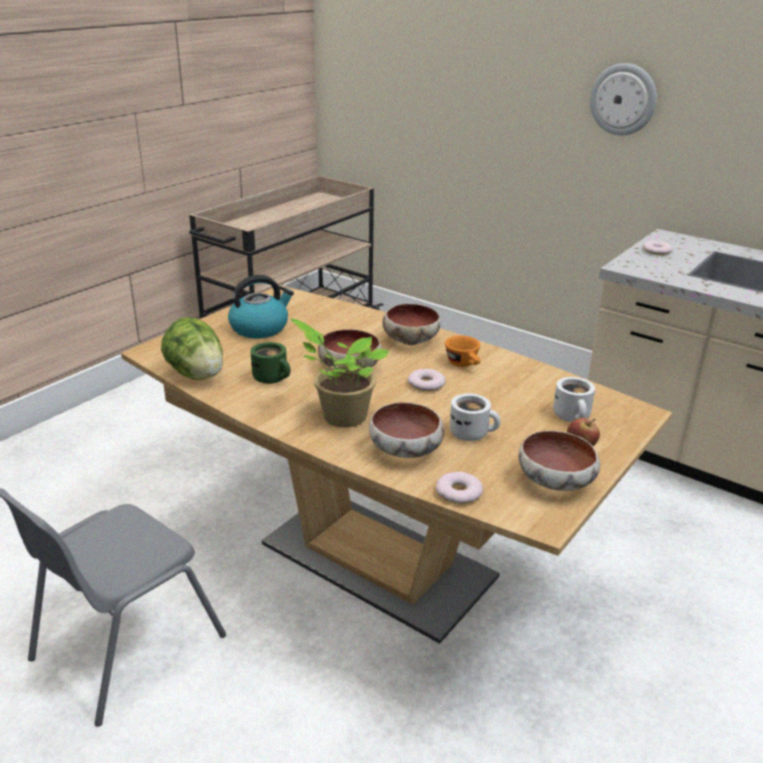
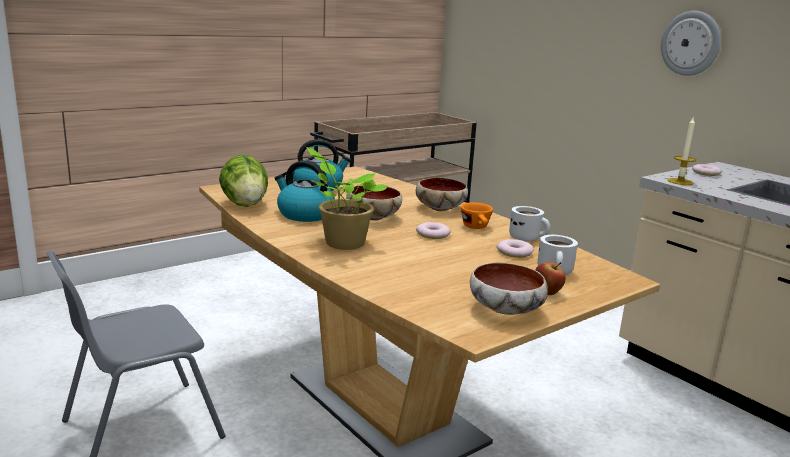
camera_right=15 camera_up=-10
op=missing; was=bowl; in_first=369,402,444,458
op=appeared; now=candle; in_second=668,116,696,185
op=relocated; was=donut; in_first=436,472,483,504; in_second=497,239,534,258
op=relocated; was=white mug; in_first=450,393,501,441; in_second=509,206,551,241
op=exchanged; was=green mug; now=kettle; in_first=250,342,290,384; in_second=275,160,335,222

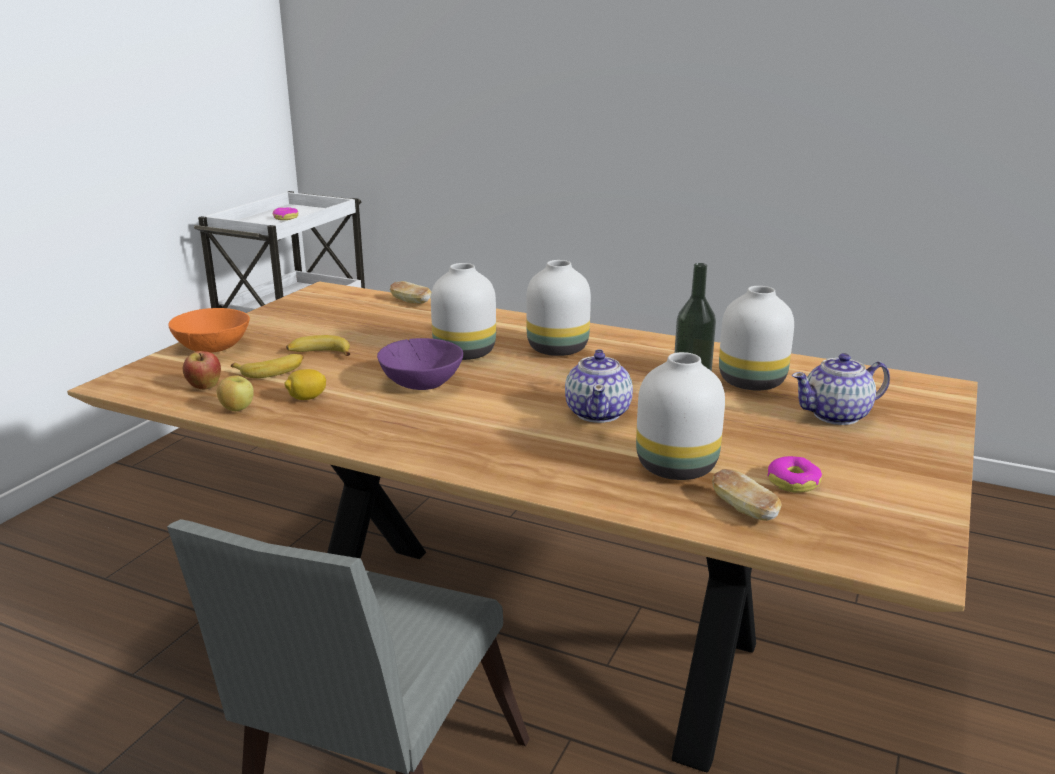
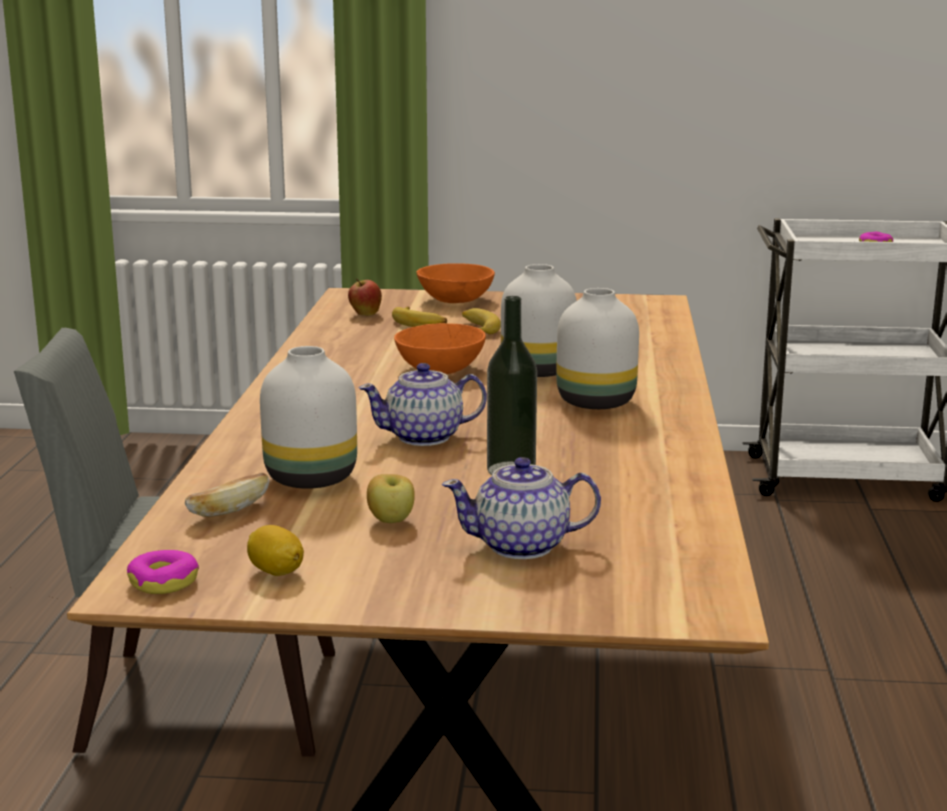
camera_right=70 camera_up=-5
op=missing; was=bread; in_first=390,281,431,304
op=missing; was=white vase; in_first=719,286,794,390
op=relocated; was=apple; in_first=217,375,254,411; in_second=367,474,415,523
op=relocated; was=lemon; in_first=284,369,326,400; in_second=247,525,304,576
op=relocated; was=donut; in_first=767,456,822,493; in_second=127,550,199,594
op=colour; was=purple bowl; now=orange bowl; in_first=377,338,463,390; in_second=394,323,486,374
op=spun; was=teapot; in_first=792,353,890,425; in_second=442,457,601,559; clockwise=-60

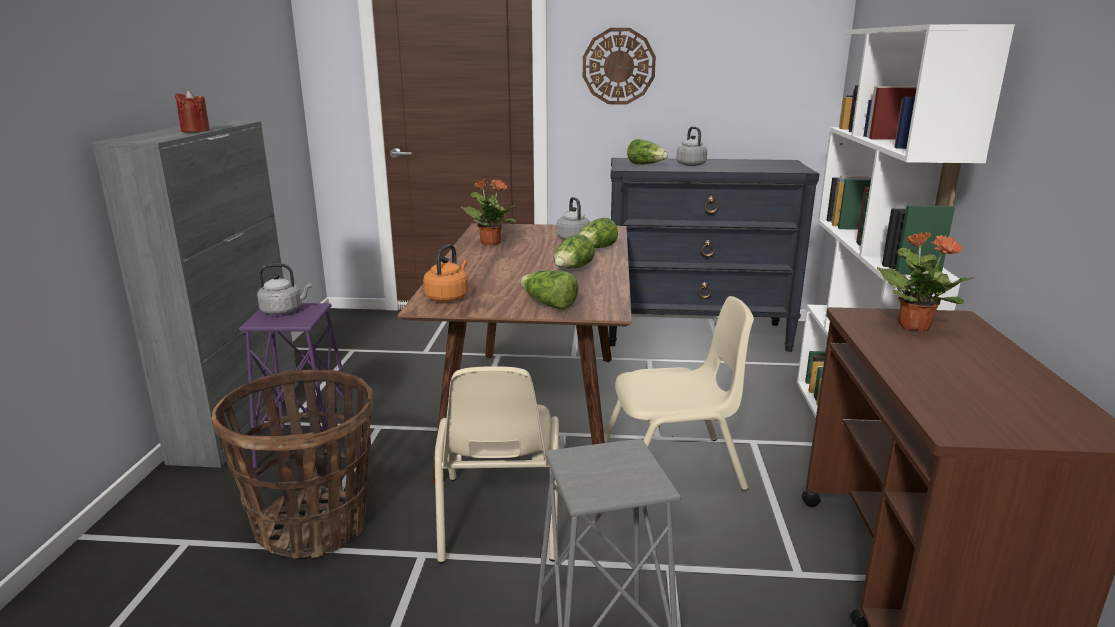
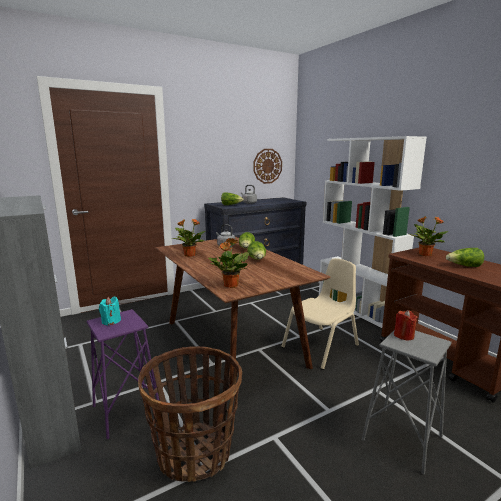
camera_right=-35 camera_up=-5
op=missing; was=beige chair; in_first=435,366,559,563
op=relocated; was=red candle; in_first=175,90,210,133; in_second=394,310,418,340
op=relocated; was=lettuce; in_first=520,270,578,310; in_second=446,248,484,267
op=relocated; was=wall clock; in_first=583,28,656,104; in_second=253,149,282,184
op=exchanged; was=grey kettle; now=turquoise candle; in_first=257,263,312,315; in_second=99,297,121,326
op=exchanged; was=orange kettle; now=potted plant; in_first=423,244,468,302; in_second=208,238,249,288

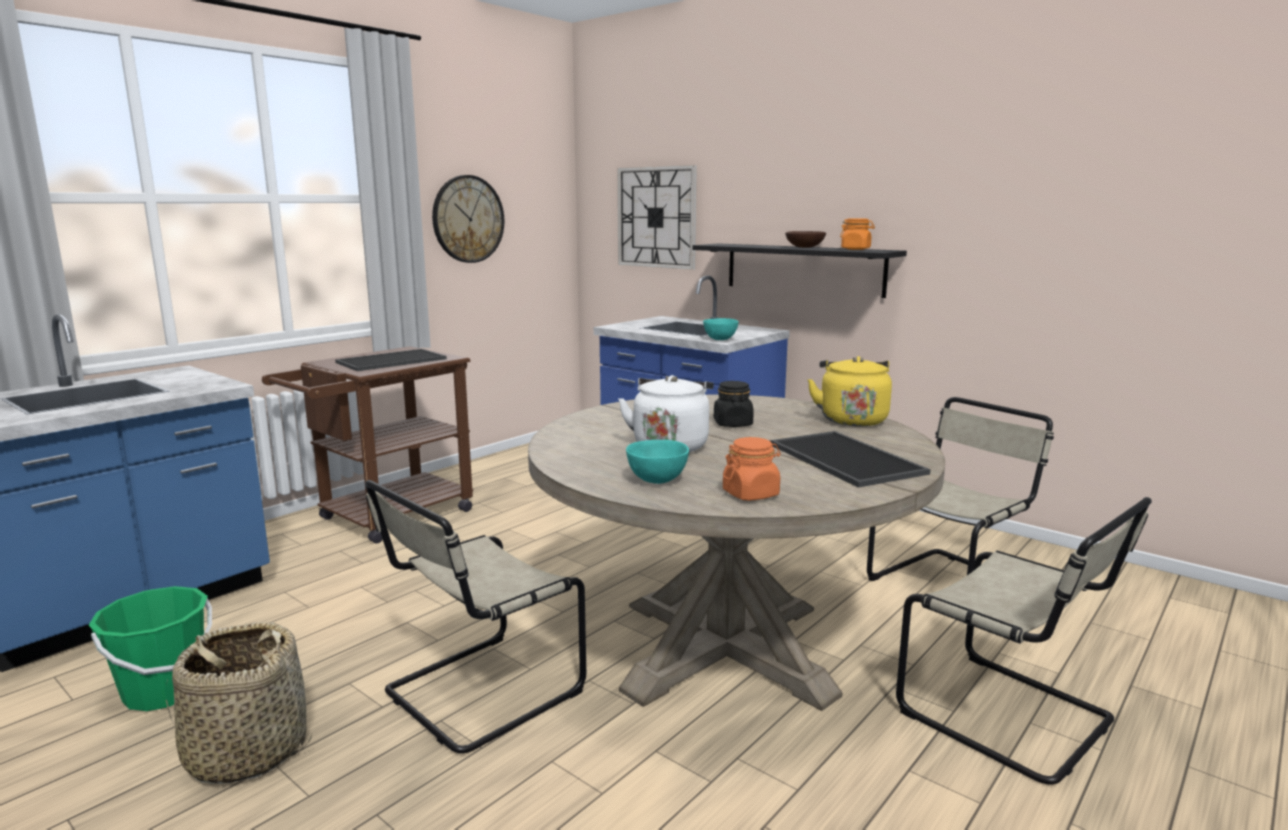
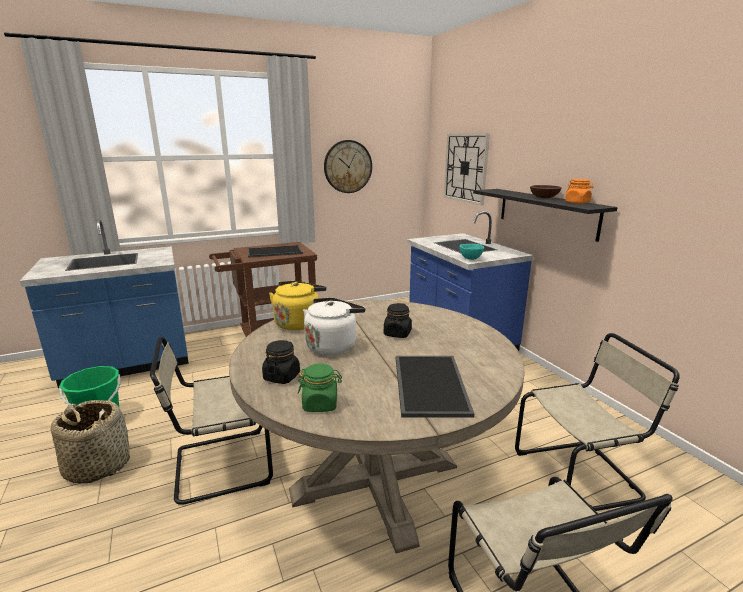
camera_right=25 camera_up=5
op=relocated; was=yellow kettle; in_first=807,356,892,426; in_second=269,281,326,330
op=exchanged; was=turquoise bowl; now=black jar; in_first=626,440,689,484; in_second=262,340,300,384
op=colour; was=orange jar; now=green jar; in_first=723,437,781,501; in_second=298,363,342,412

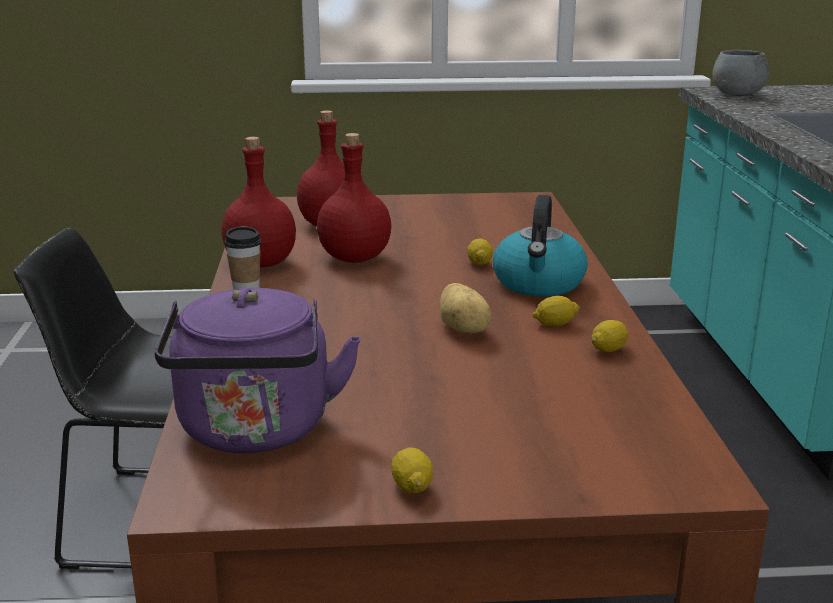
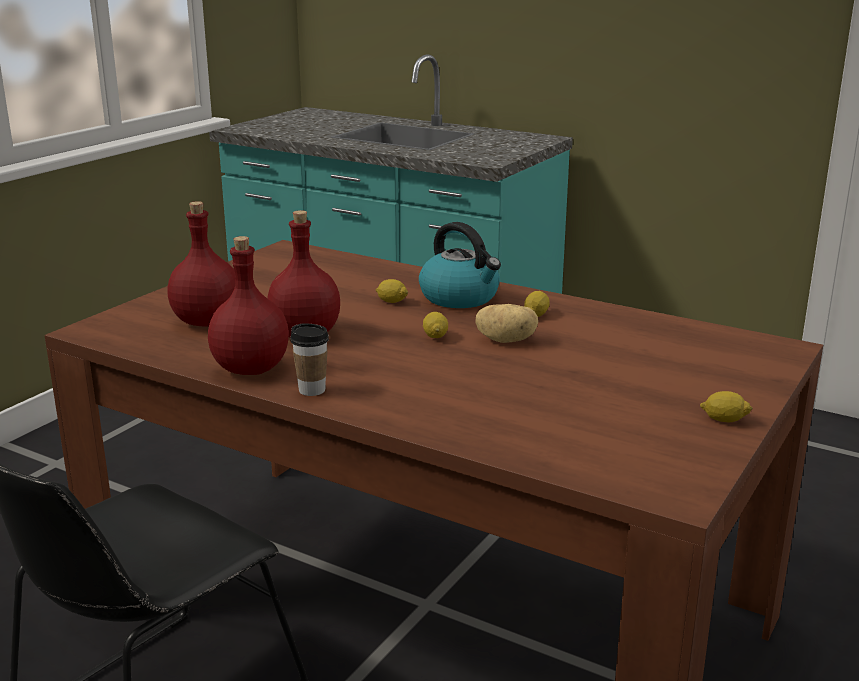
camera_right=-55 camera_up=0
op=missing; was=purple kettle; in_first=155,288,361,453
op=missing; was=grey bowl; in_first=712,50,769,96
op=relocated; was=lemon; in_first=591,320,628,352; in_second=423,312,448,338

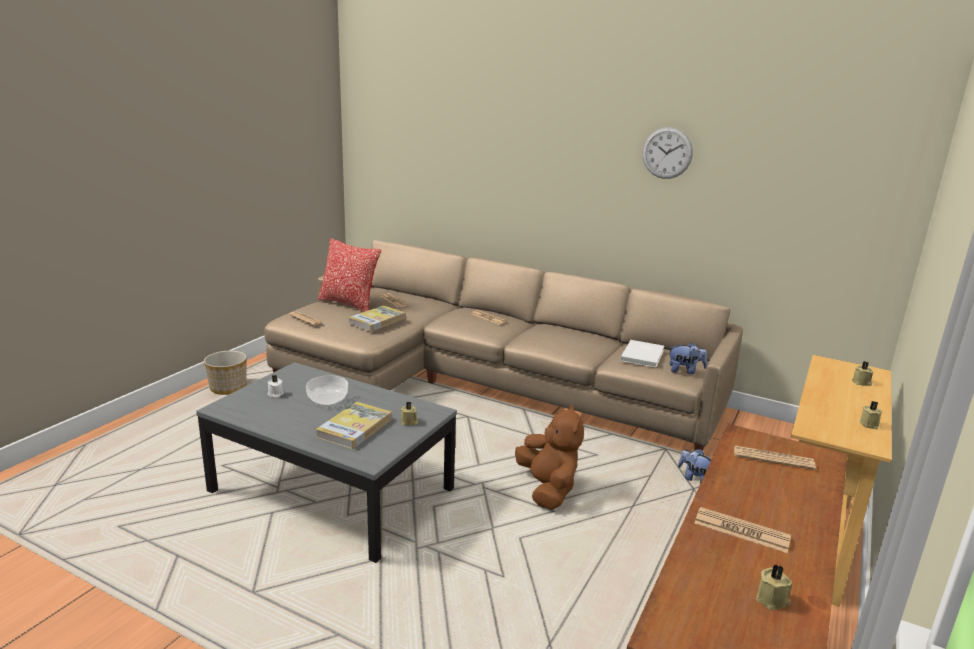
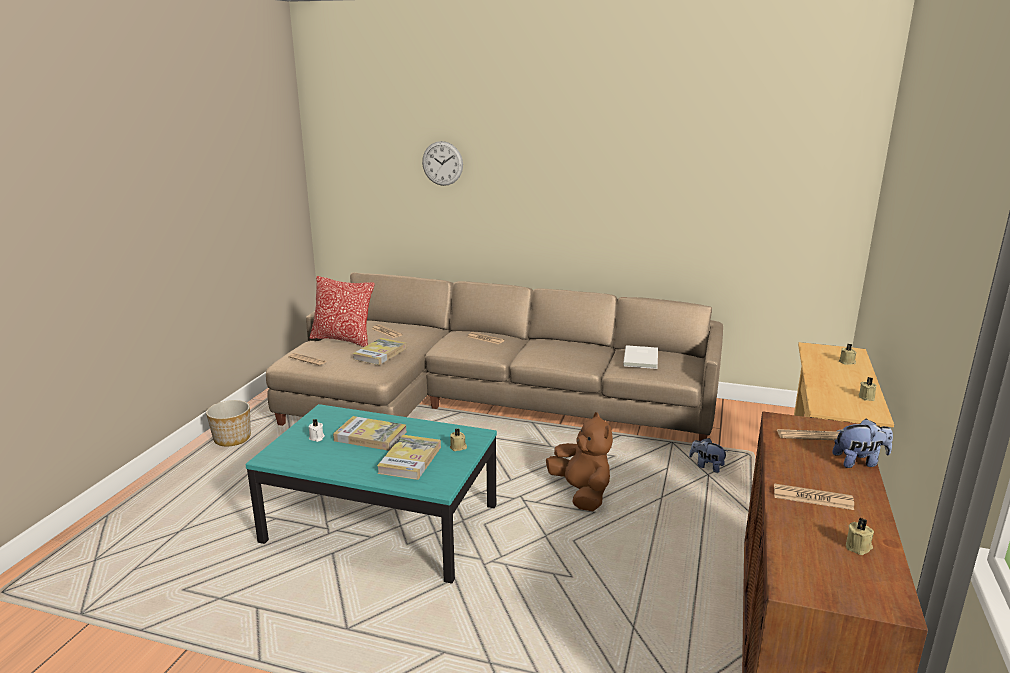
camera_right=-10 camera_up=0
op=relocated; was=wall clock; in_first=642,127,693,179; in_second=422,141,463,186
op=relocated; was=plush toy; in_first=668,342,707,374; in_second=832,419,893,468
op=exchanged; was=bowl; now=book; in_first=306,375,348,407; in_second=333,416,406,451
op=colour; was=grey coffee table; now=turquoise coffee table; in_first=196,362,457,563; in_second=245,404,497,584

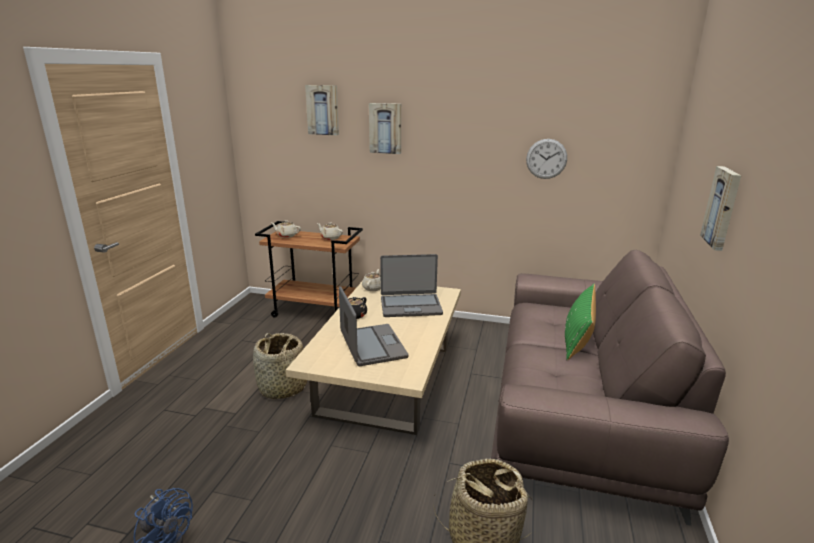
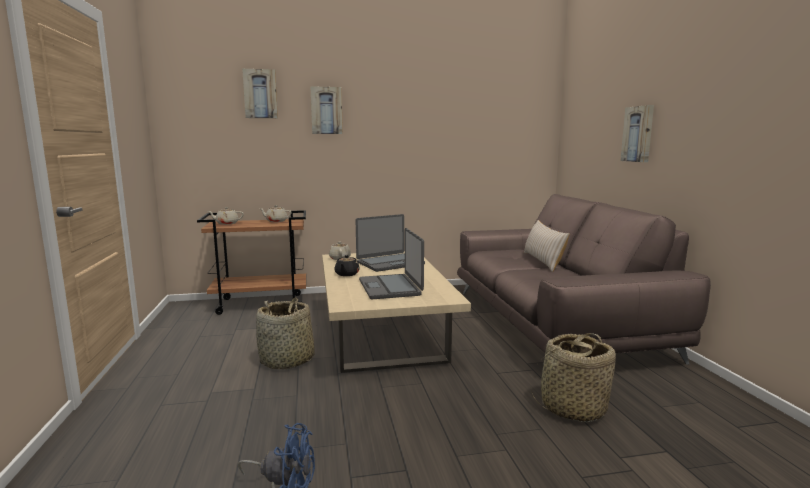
camera_right=-25 camera_up=-10
op=missing; was=wall clock; in_first=526,139,567,179
op=colour; was=green pillow; now=beige pillow; in_first=565,283,596,361; in_second=524,220,570,272
op=spun; was=laptop; in_first=339,286,409,366; in_second=359,228,424,299; clockwise=-150

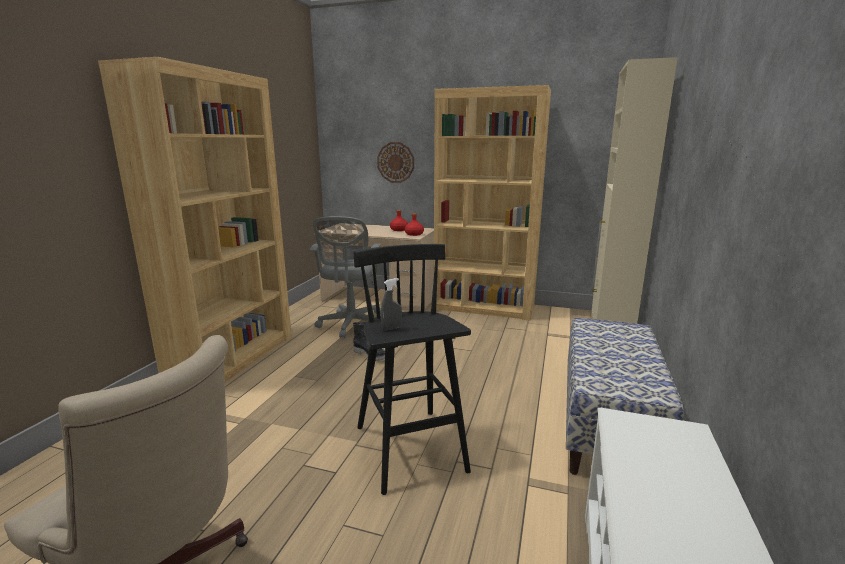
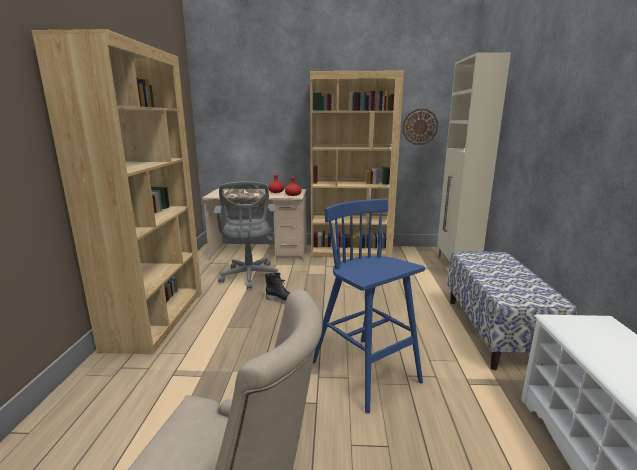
camera_right=-15 camera_up=0
op=missing; was=grey spray bottle; in_first=381,278,402,331
op=relocated; was=wall clock; in_first=377,142,414,183; in_second=403,109,438,145
op=colour; was=black stool; now=blue stool; in_first=354,244,471,495; in_second=313,199,425,414

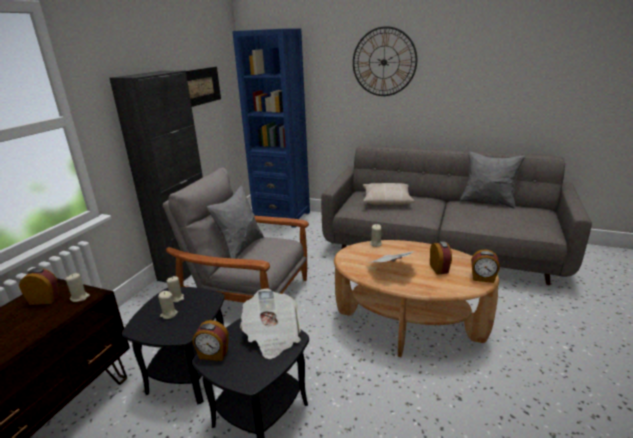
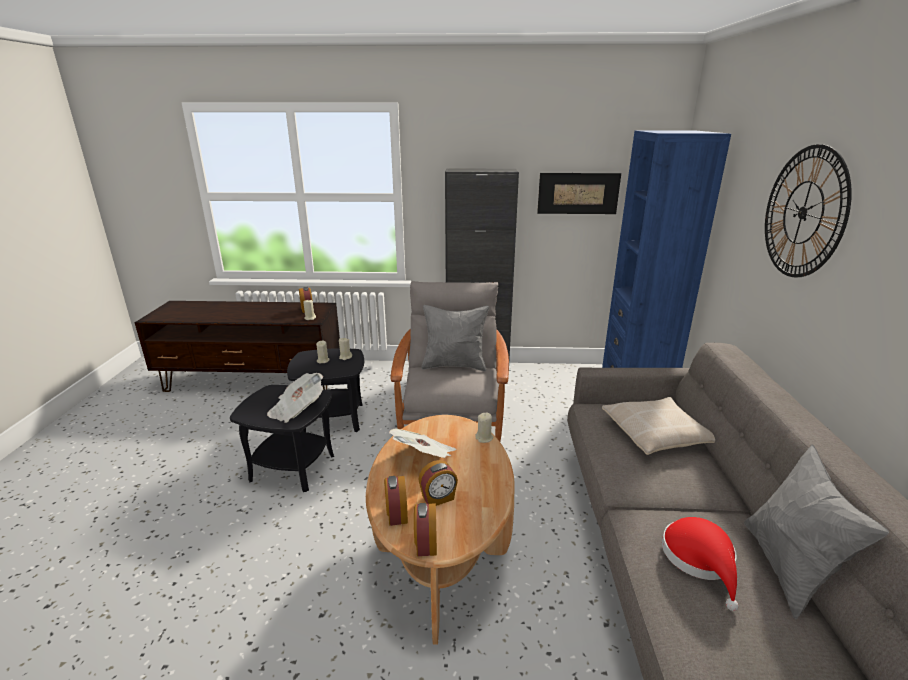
camera_right=70 camera_up=0
op=appeared; now=red hat; in_second=662,517,738,611
op=relocated; was=alarm clock; in_first=193,320,229,361; in_second=384,476,408,526

